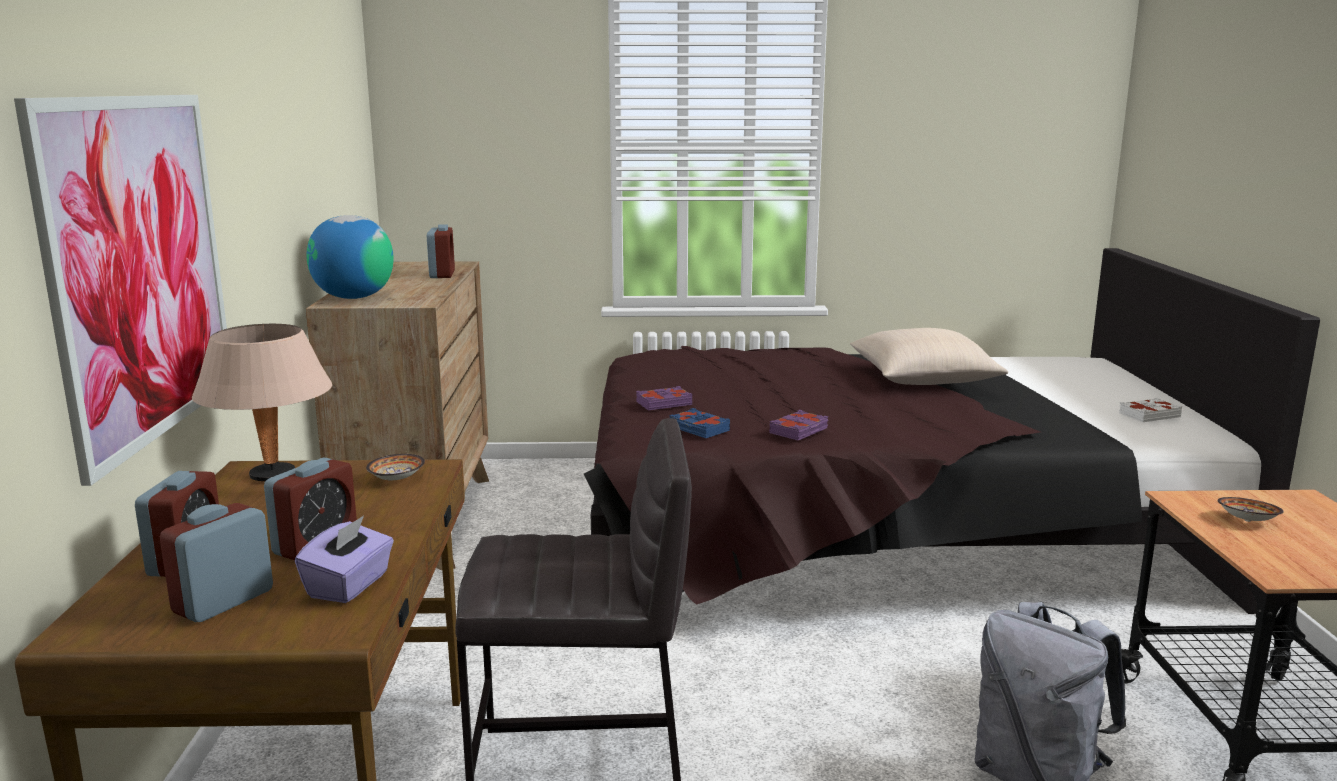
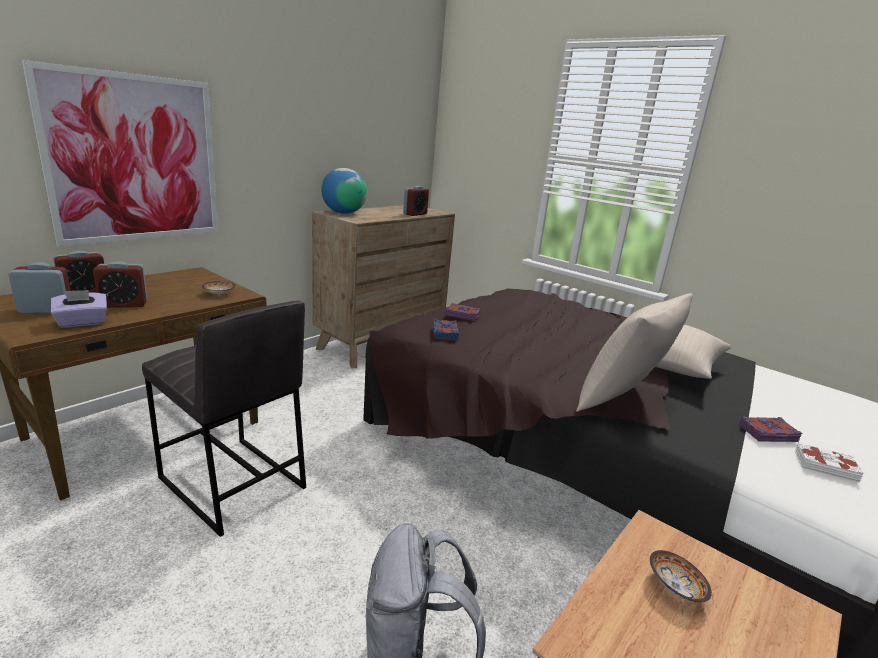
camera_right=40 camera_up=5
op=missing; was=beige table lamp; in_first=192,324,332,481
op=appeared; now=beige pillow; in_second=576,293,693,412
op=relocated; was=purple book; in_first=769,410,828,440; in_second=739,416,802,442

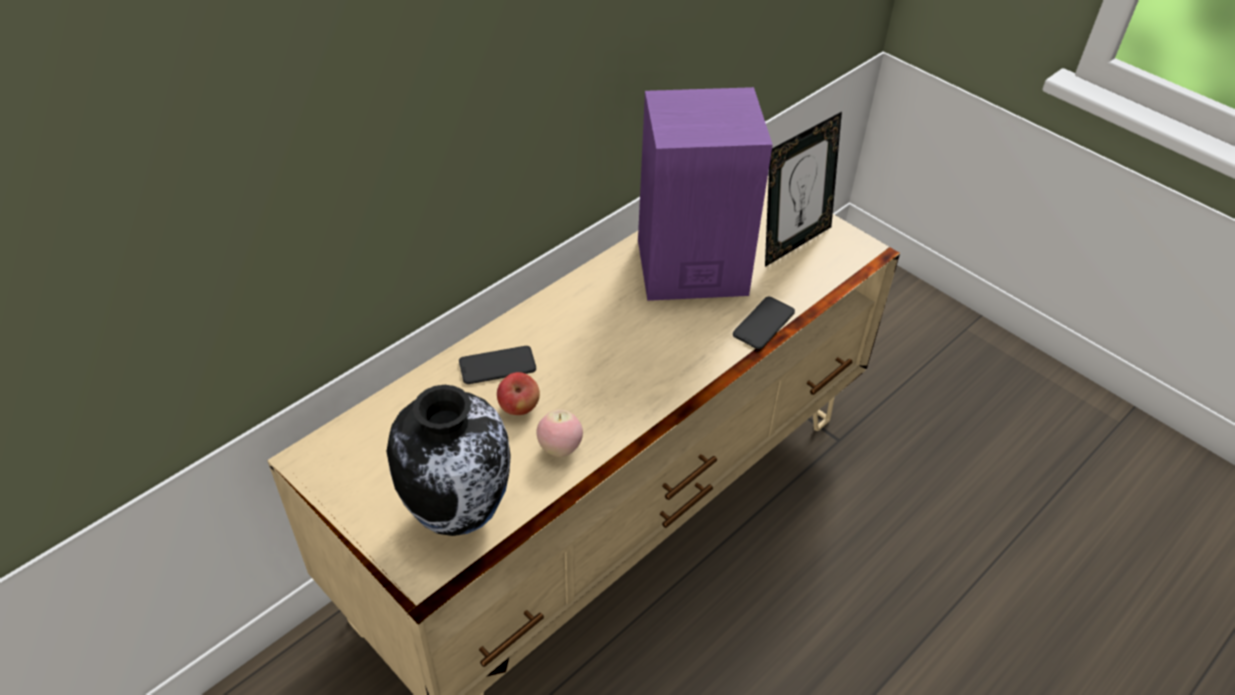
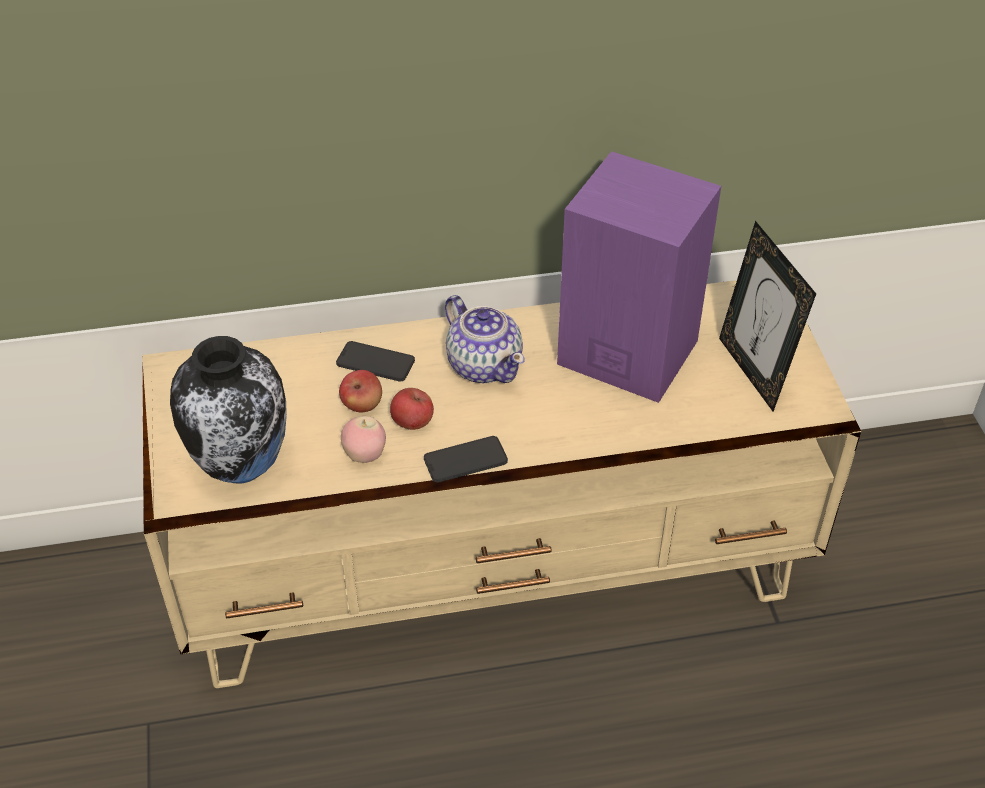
camera_right=35 camera_up=0
op=appeared; now=apple; in_second=390,388,434,430
op=appeared; now=teapot; in_second=445,295,525,383
op=relocated; was=phone; in_first=733,297,795,349; in_second=424,436,508,483
op=spun; was=picture frame; in_first=765,112,842,267; in_second=719,221,816,412; clockwise=75

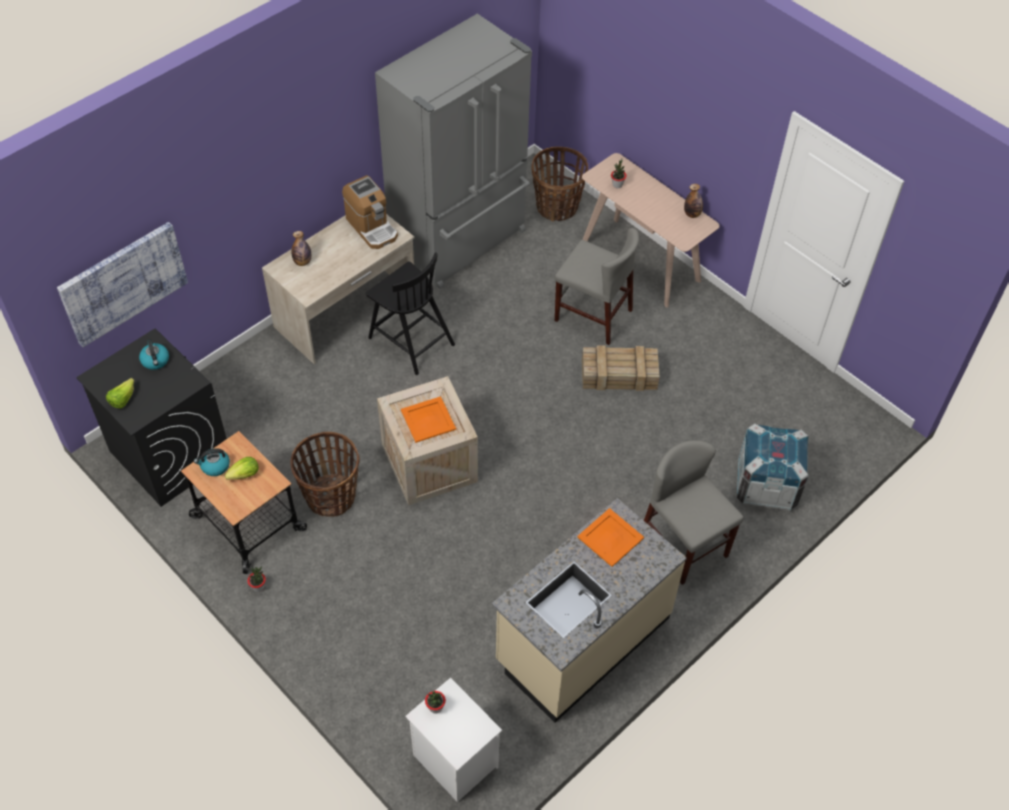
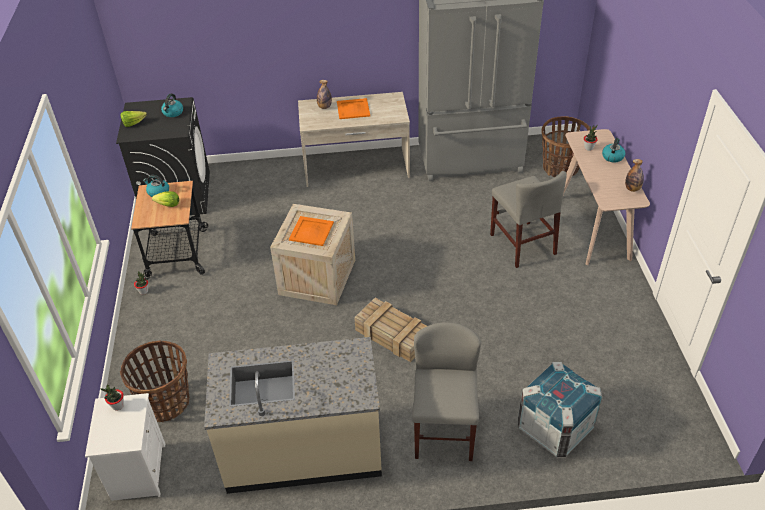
camera_right=40 camera_up=-10
op=missing; was=picture; in_first=57,222,188,347
op=missing; was=coffee machine; in_first=342,175,398,249
op=missing; was=black chair; in_first=366,252,455,375
op=appeared; now=kettle; in_second=602,138,625,162
op=relocated; was=basket; in_first=290,432,359,517; in_second=120,341,190,422
op=relocated; was=orange tray; in_first=577,508,644,567; in_second=337,98,370,119
op=relocated; was=crate; in_first=582,345,660,391; in_second=354,298,427,362

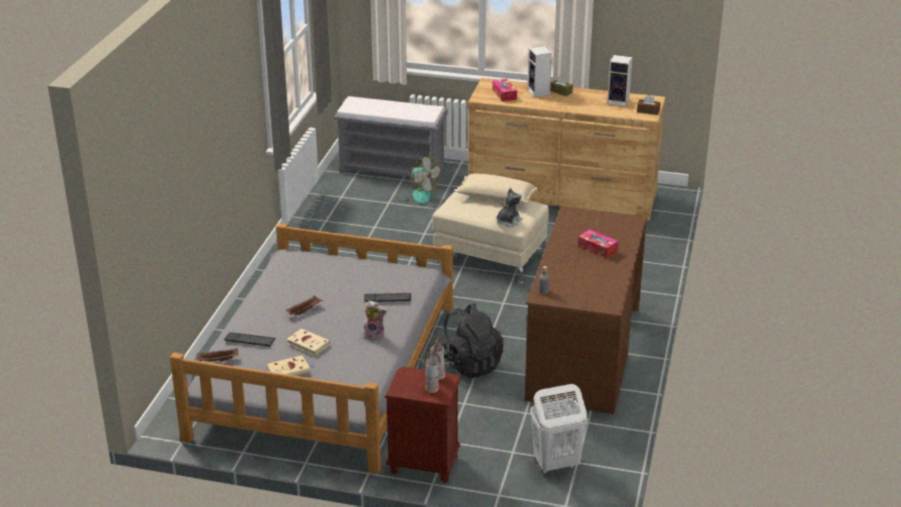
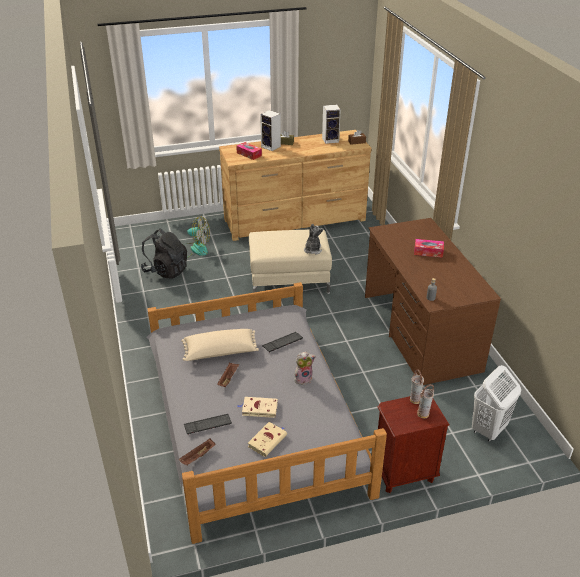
camera_right=-30 camera_up=5
op=missing; was=grey bench; in_first=334,96,448,184
op=relocated; was=black backpack; in_first=441,303,504,378; in_second=141,229,187,279
op=relocated; was=beige pillow; in_first=454,174,537,204; in_second=181,329,259,361

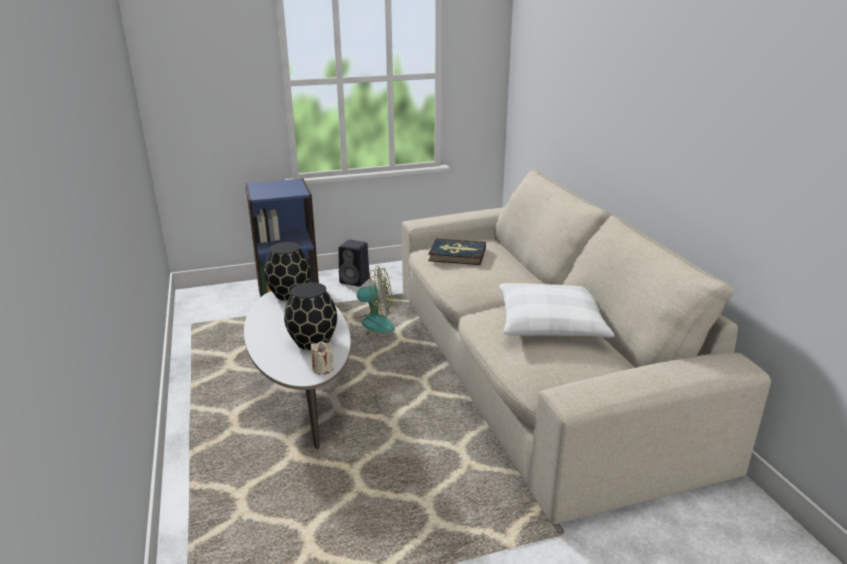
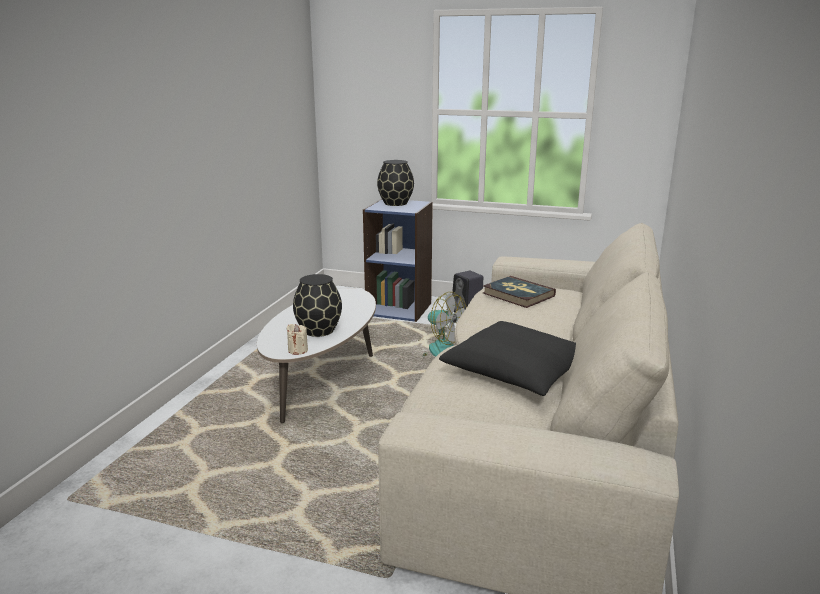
camera_right=35 camera_up=-5
op=relocated; was=black vase; in_first=264,242,311,301; in_second=377,160,414,206
op=colour; was=white pillow; now=black pillow; in_first=499,283,615,338; in_second=439,321,576,396

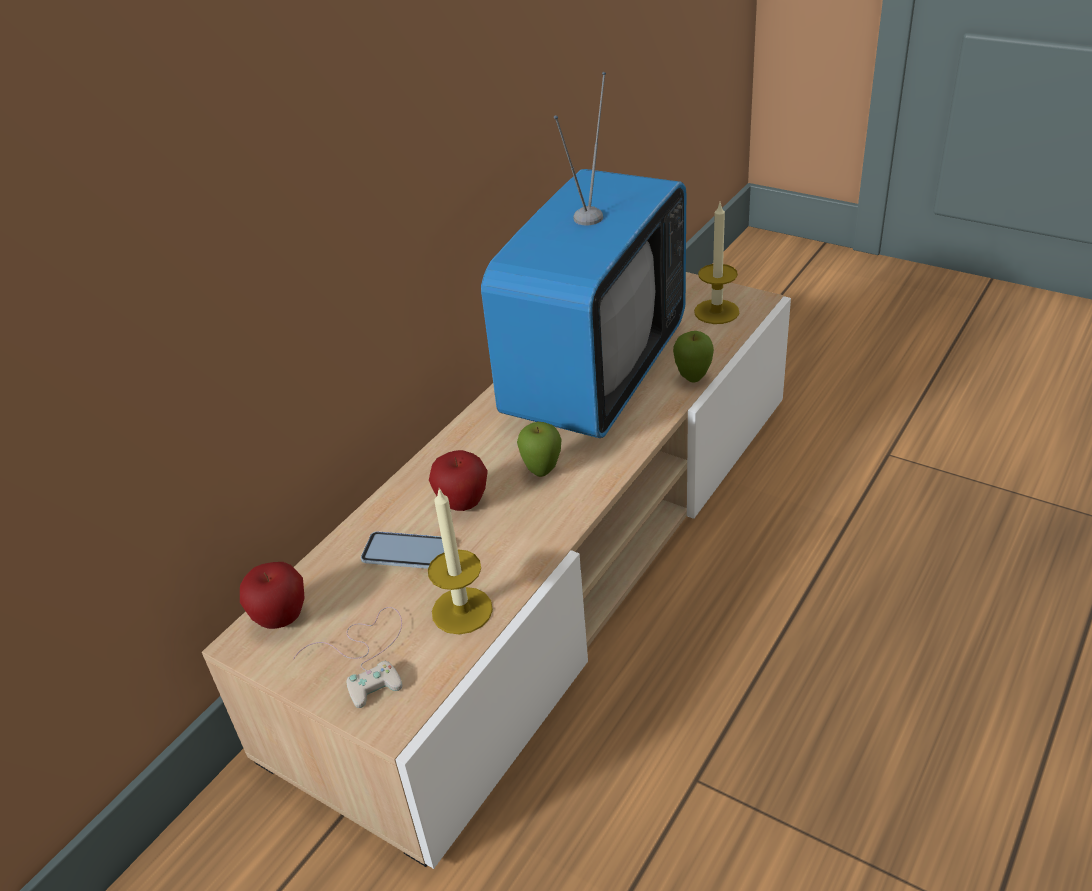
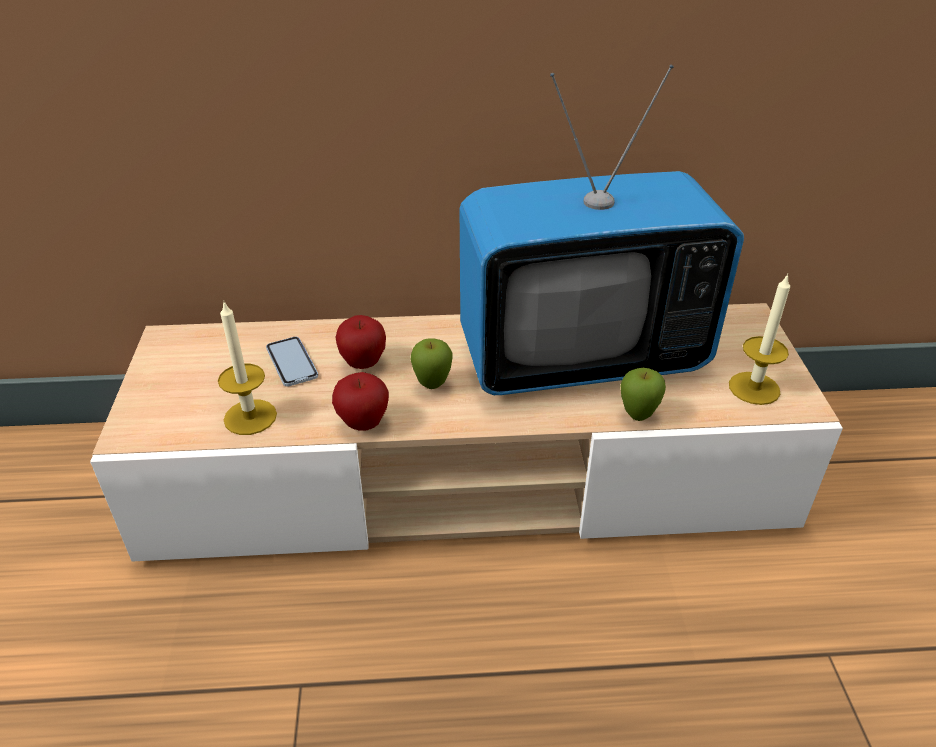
camera_right=50 camera_up=0
op=missing; was=white game controller; in_first=293,607,403,708
op=relocated; was=apple; in_first=240,562,305,629; in_second=332,372,389,431

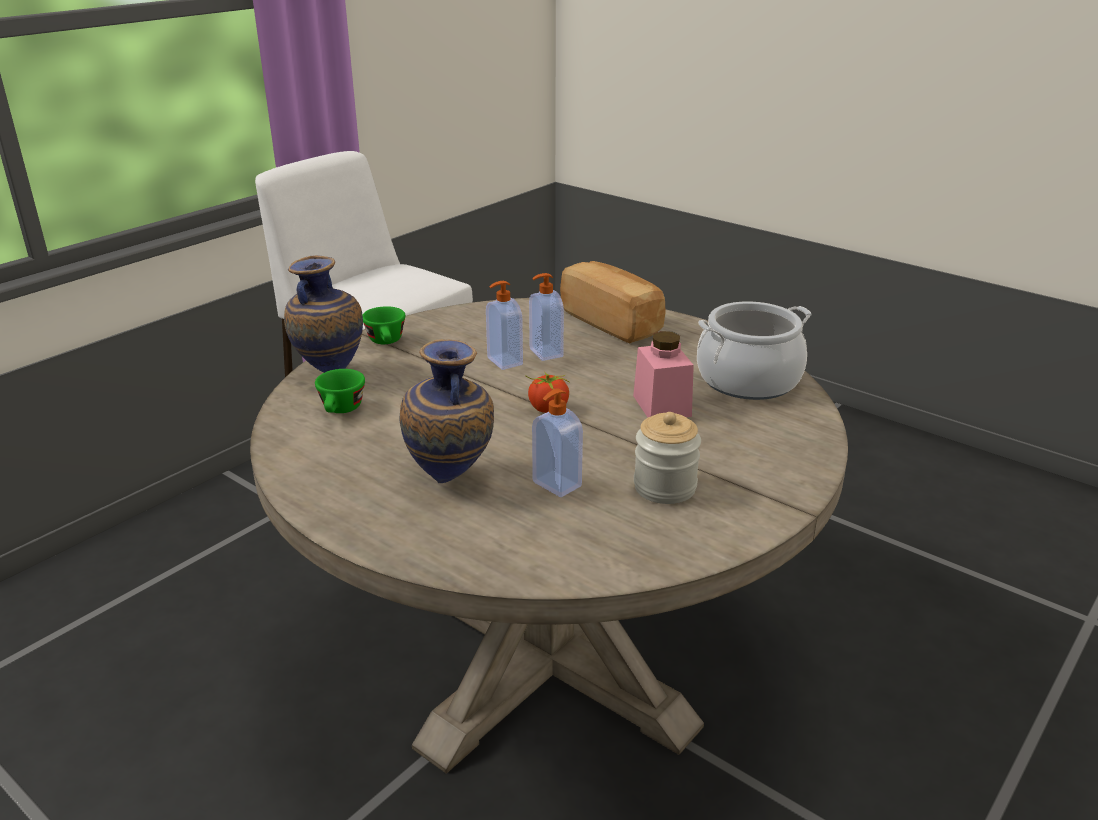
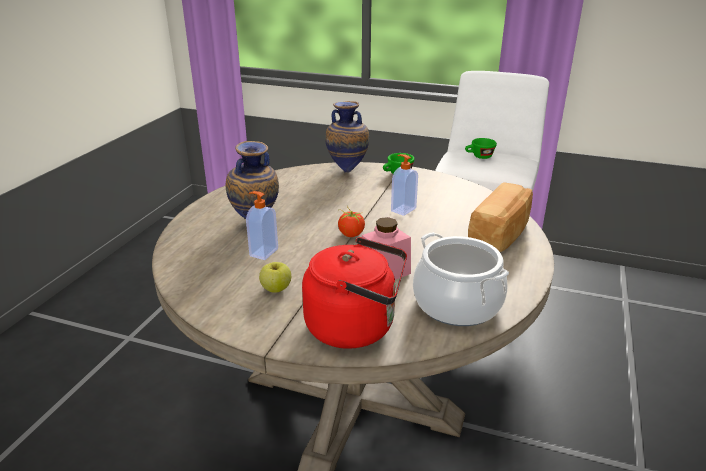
camera_right=70 camera_up=0
op=missing; was=soap dispenser; in_first=529,273,564,361
op=appeared; now=red kettle; in_second=302,237,407,349
op=relocated; was=green cup; in_first=315,369,365,413; in_second=465,138,497,159
op=exchanged; was=jar; now=apple; in_first=634,412,701,504; in_second=259,262,291,293

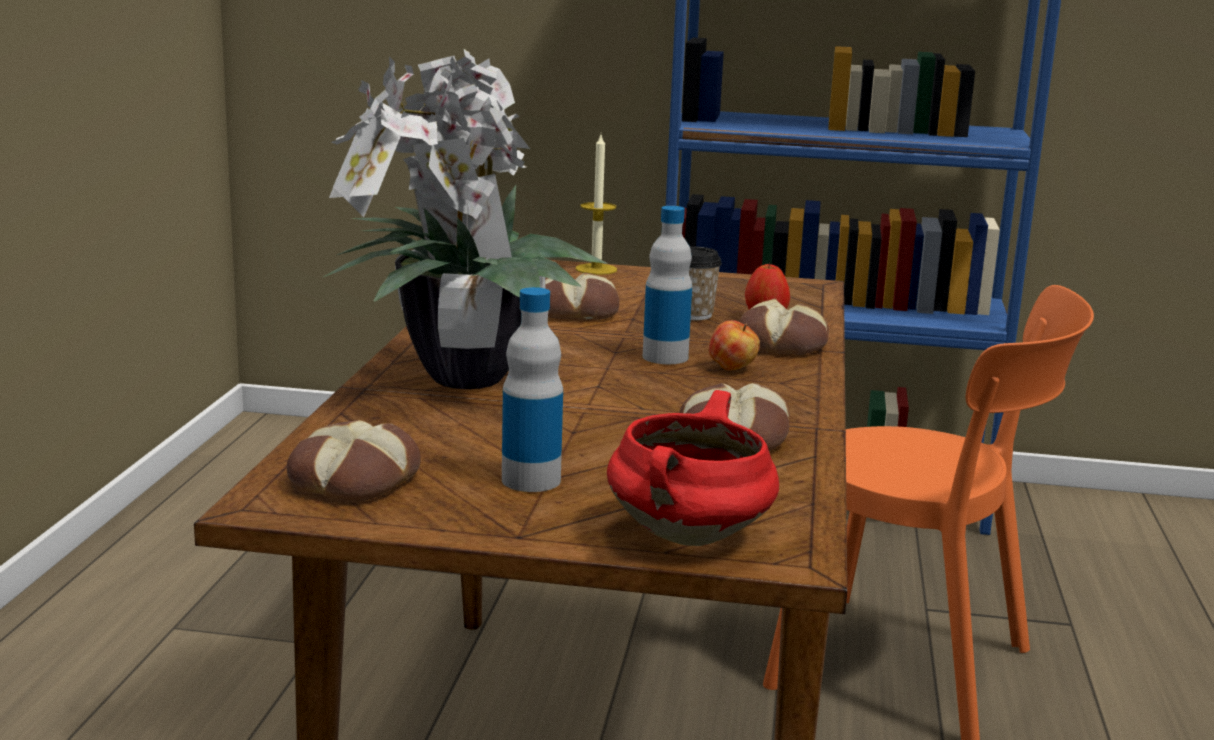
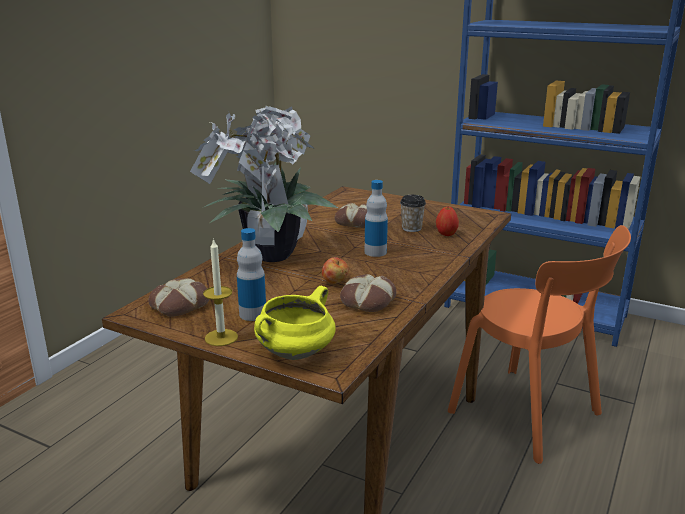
camera_right=20 camera_up=5
op=missing; was=bread; in_first=739,299,829,355
op=relocated; was=candle; in_first=576,135,617,275; in_second=203,238,238,346
op=relocated; was=apple; in_first=709,320,760,371; in_second=322,257,349,284
op=colour; was=red cooking pot; now=yellow cooking pot; in_first=607,390,779,546; in_second=254,286,336,360

